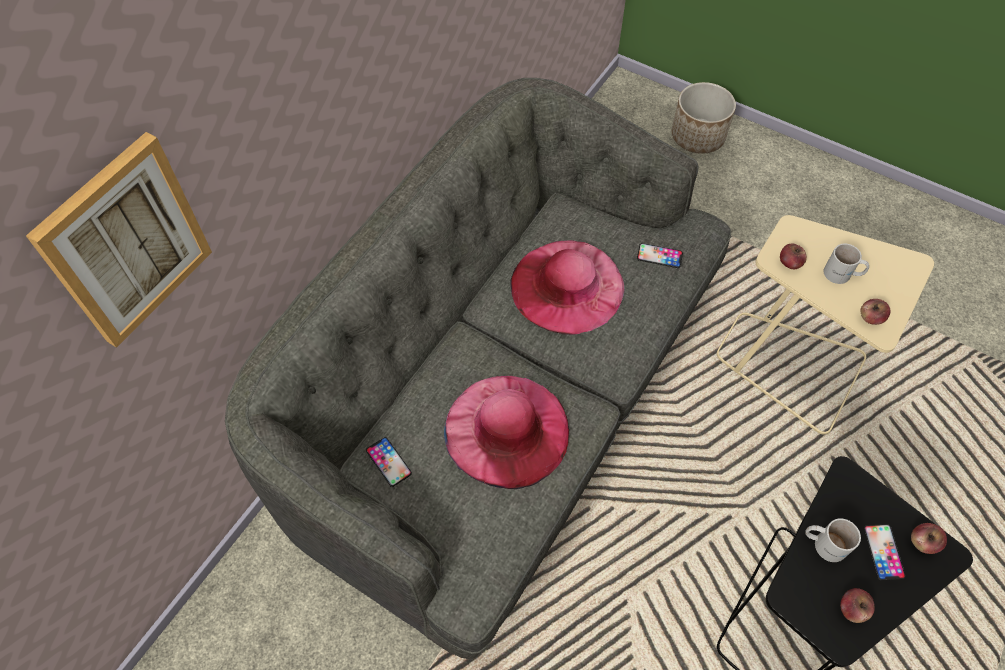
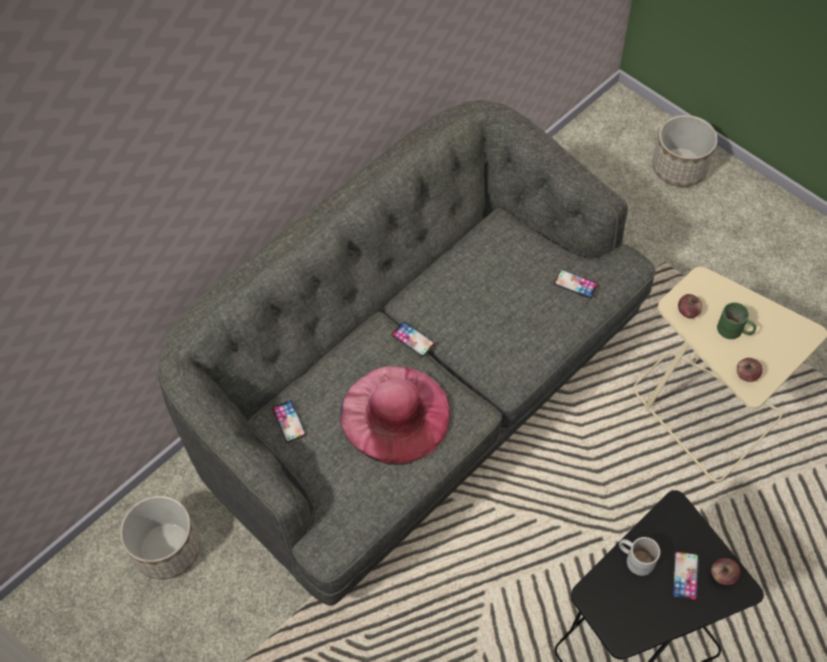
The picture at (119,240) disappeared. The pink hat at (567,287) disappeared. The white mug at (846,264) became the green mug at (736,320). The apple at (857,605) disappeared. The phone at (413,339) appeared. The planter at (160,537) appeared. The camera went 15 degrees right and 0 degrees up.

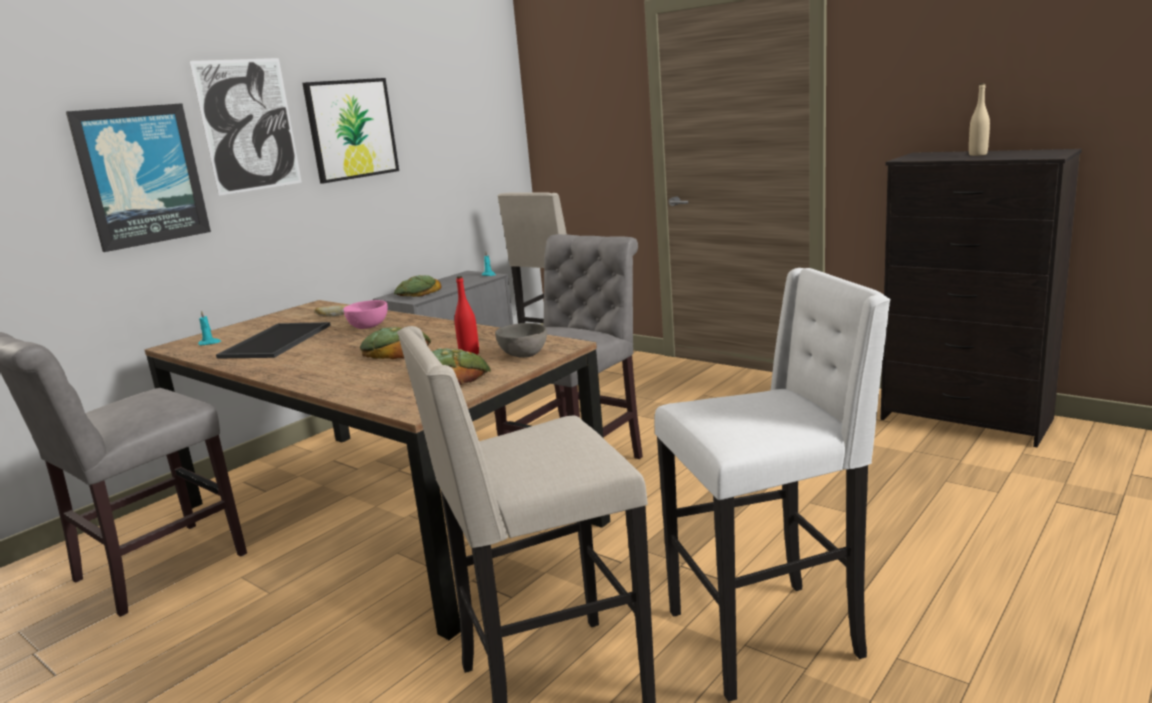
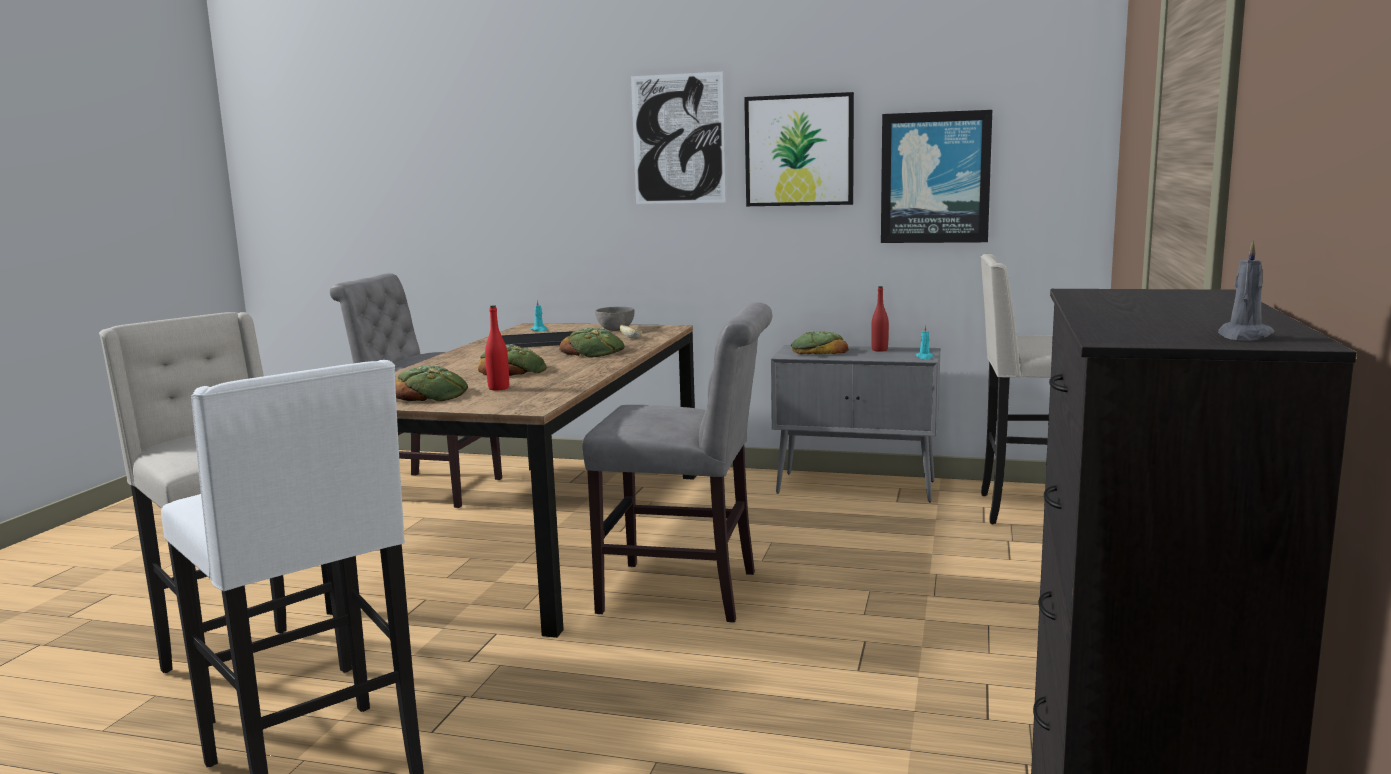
The beige bottle at (979,119) disappeared. The picture moved from (138,177) to (936,176). The pink bowl at (365,314) was replaced by the bread at (592,343). The grey bowl moved from (521,340) to (614,319). The grey candle at (1246,291) appeared. The red bottle at (880,319) appeared. The camera went 65 degrees right and 5 degrees down.

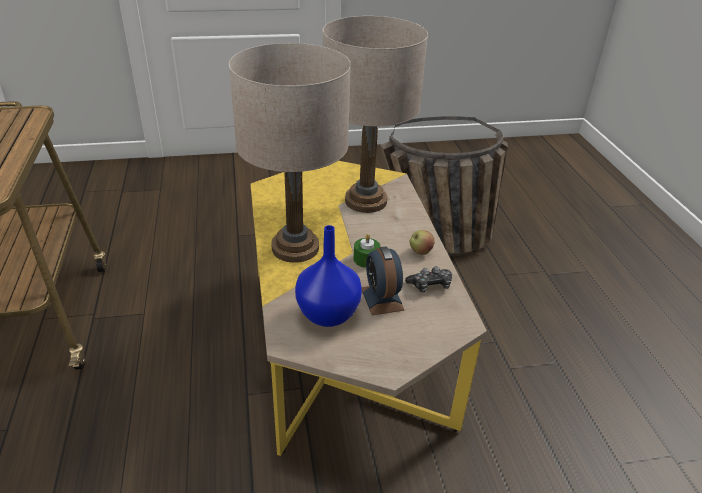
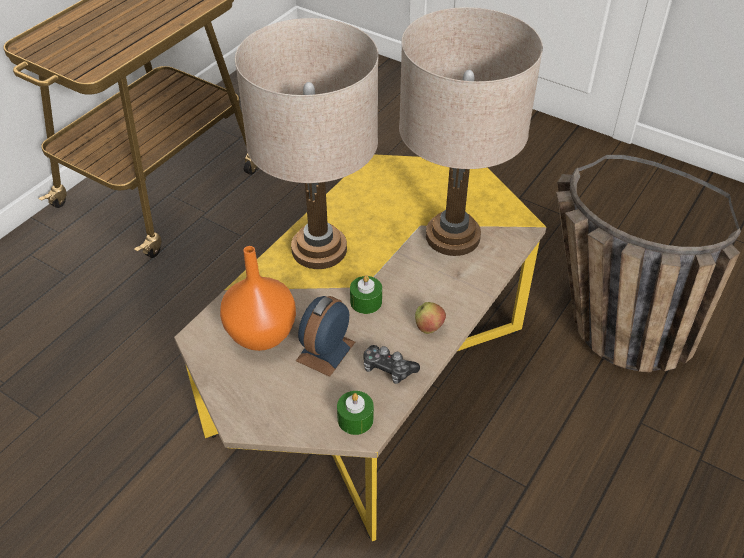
The blue vase at (328,276) became the orange vase at (258,298). The green candle at (355,413) appeared. The camera went 45 degrees right and 10 degrees up.

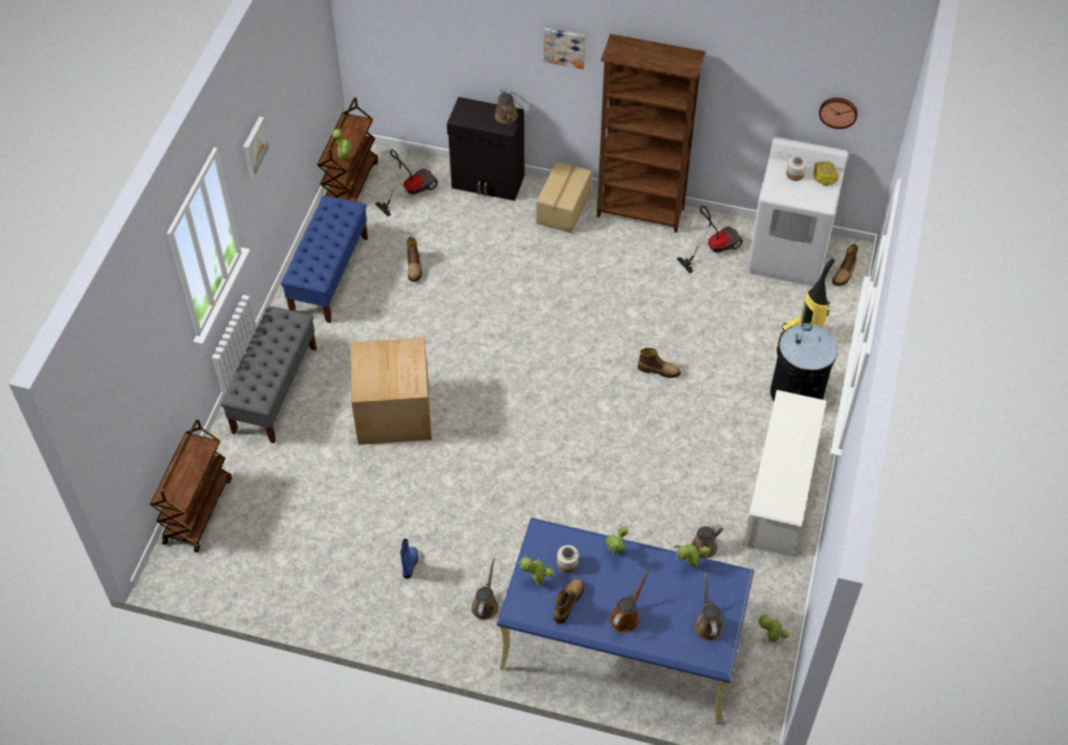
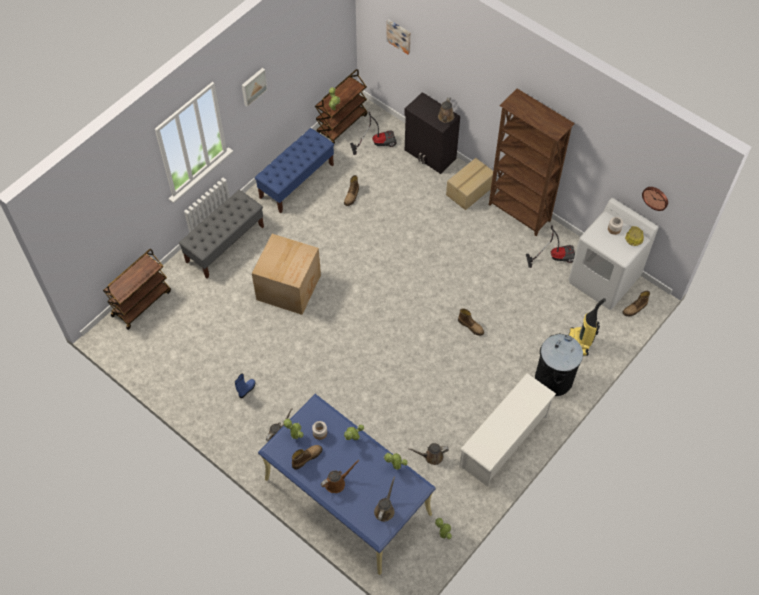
The picture moved from (564,48) to (398,36). The camera went 25 degrees right and 5 degrees up.

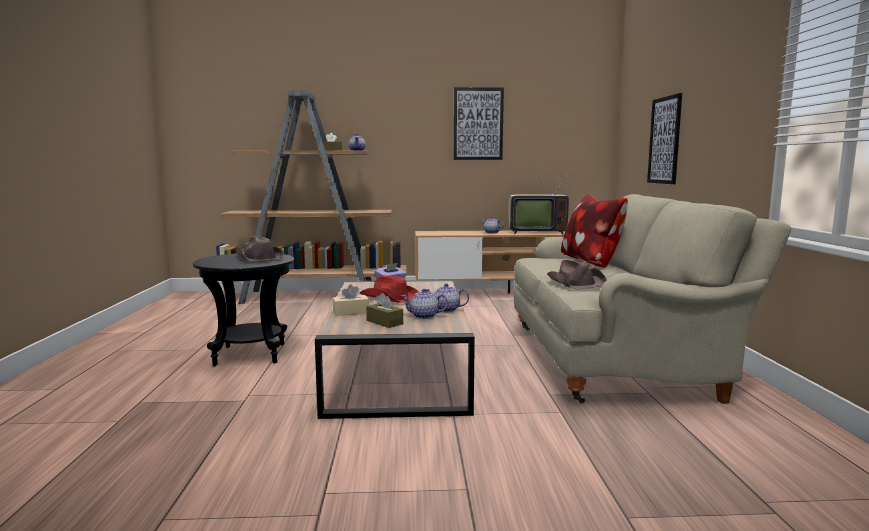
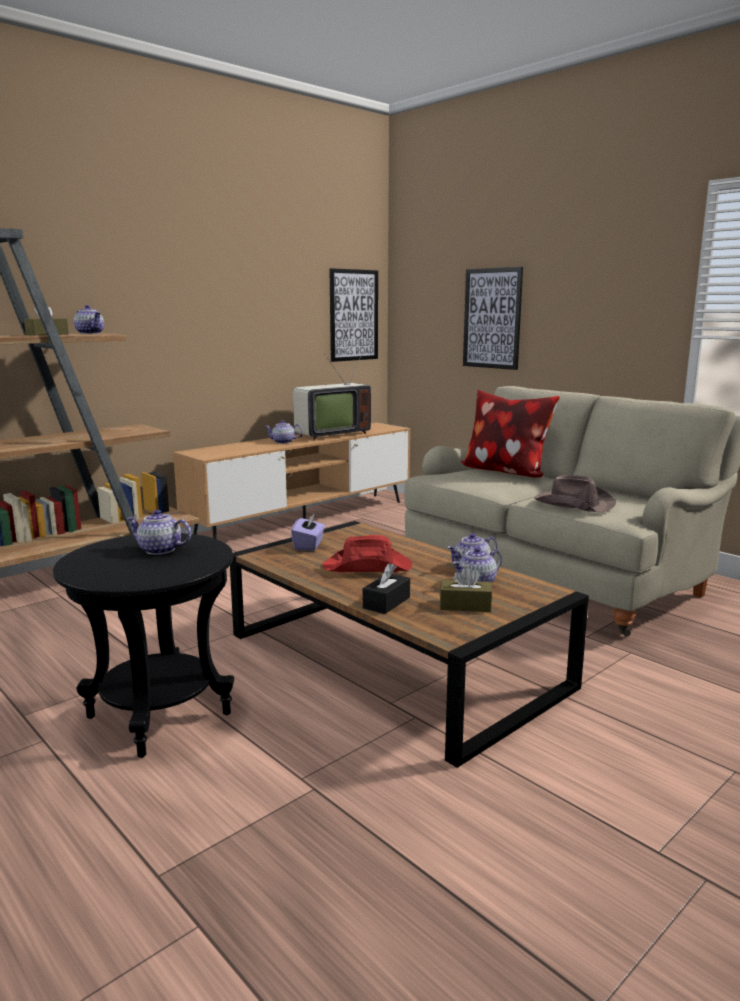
The picture moved from (478,123) to (354,315). The brown hat at (259,249) was replaced by the teapot at (158,532). The beige tissue box at (351,300) became the black tissue box at (386,588). The camera went 40 degrees left and 5 degrees up.

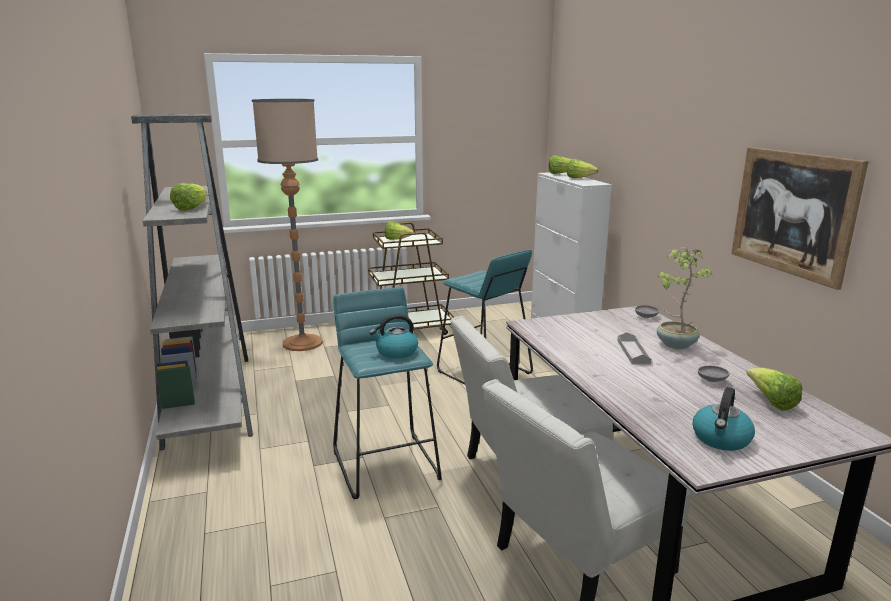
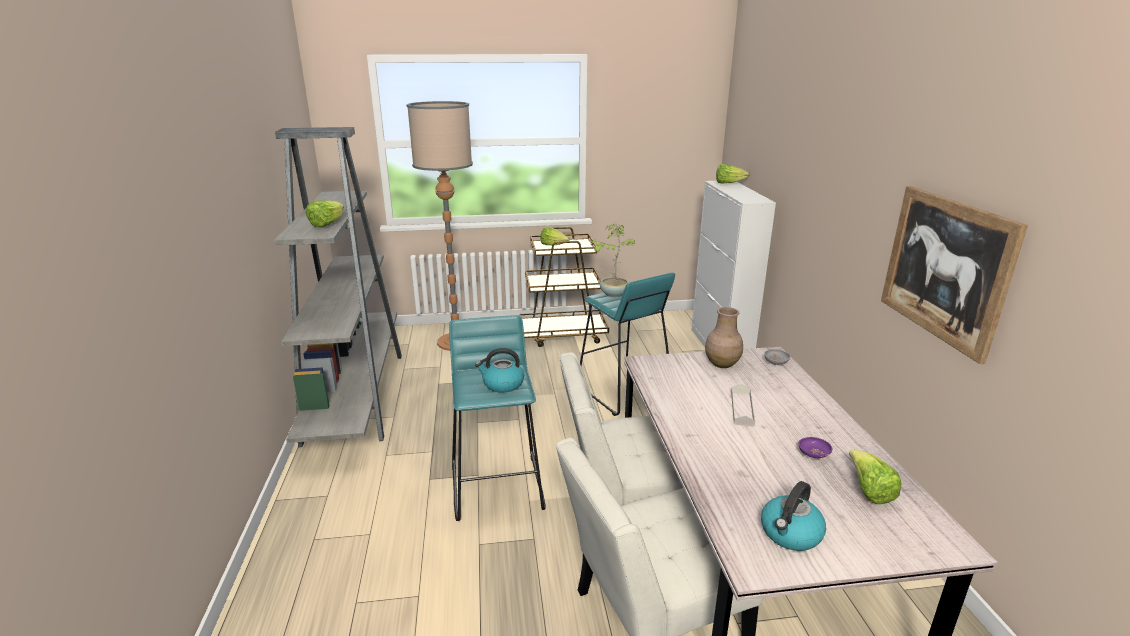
The lettuce at (583,168) disappeared. The potted plant moved from (685,298) to (613,259). The grey bowl at (713,373) became the purple bowl at (815,447). The brown vase at (724,337) appeared. The camera went 10 degrees right and 5 degrees up.

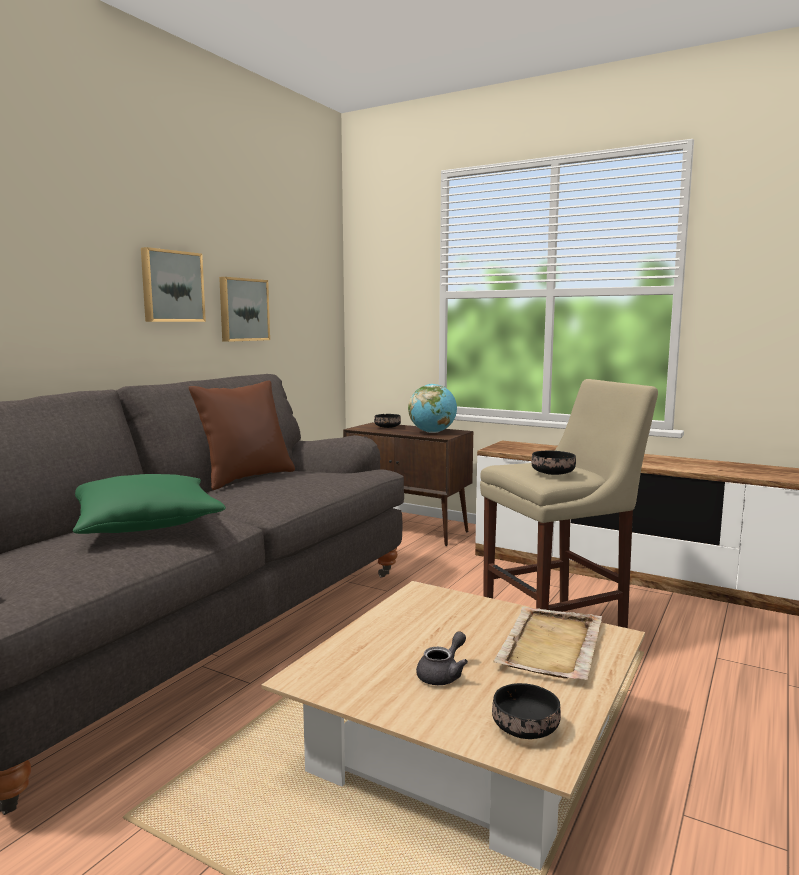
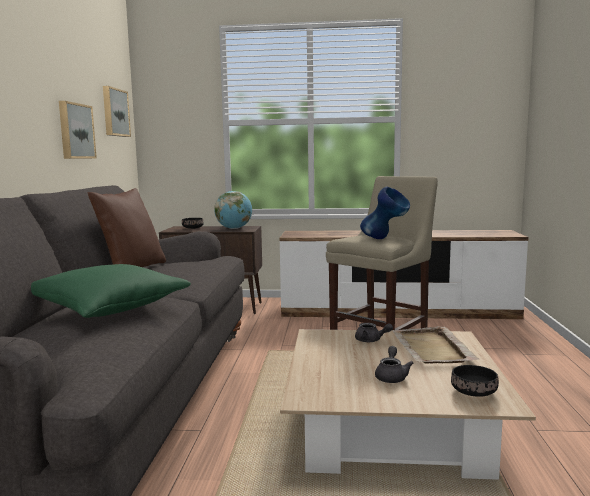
The picture moved from (173,284) to (117,111). The black bowl at (553,462) was replaced by the blue vase at (385,212). The grey teapot at (374,332) appeared. The camera went 25 degrees left and 0 degrees up.

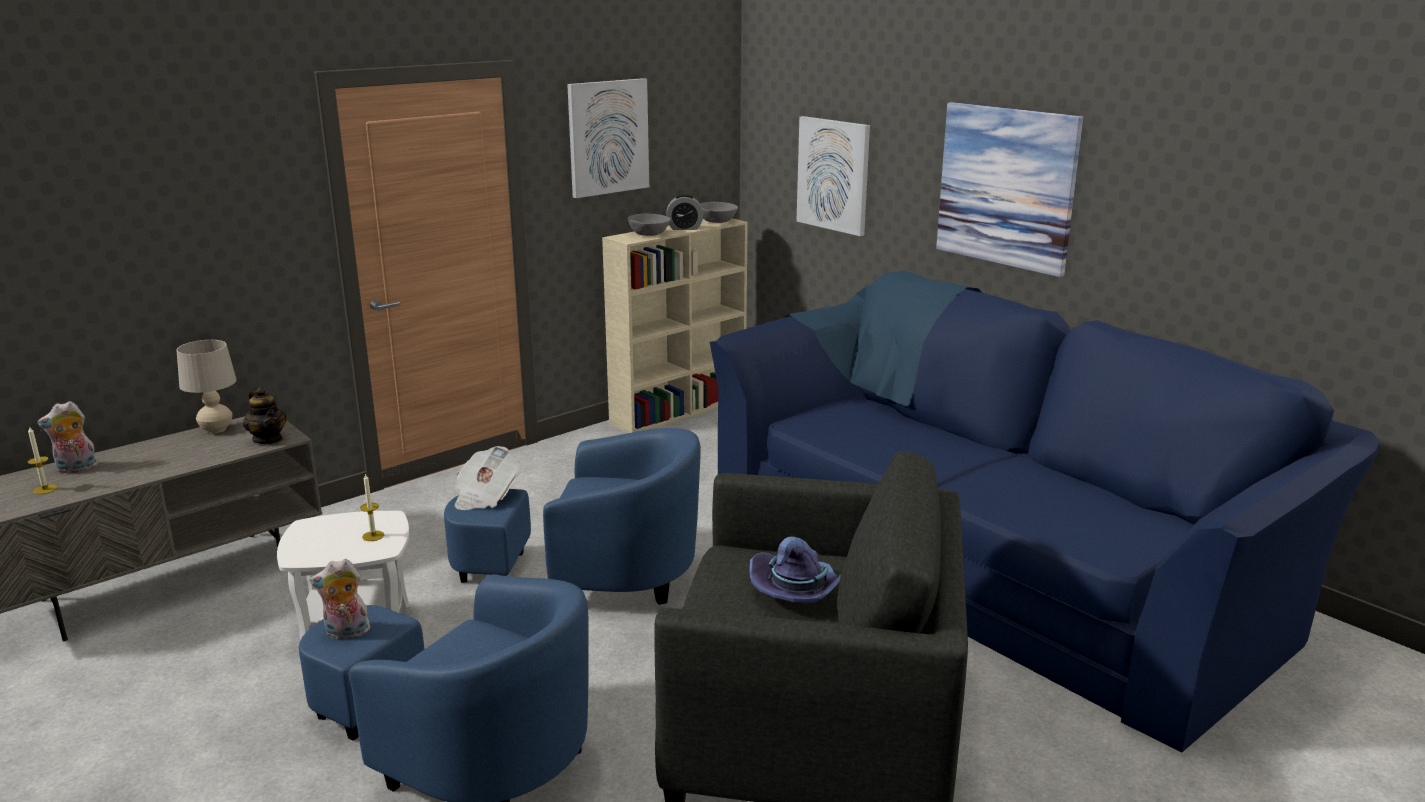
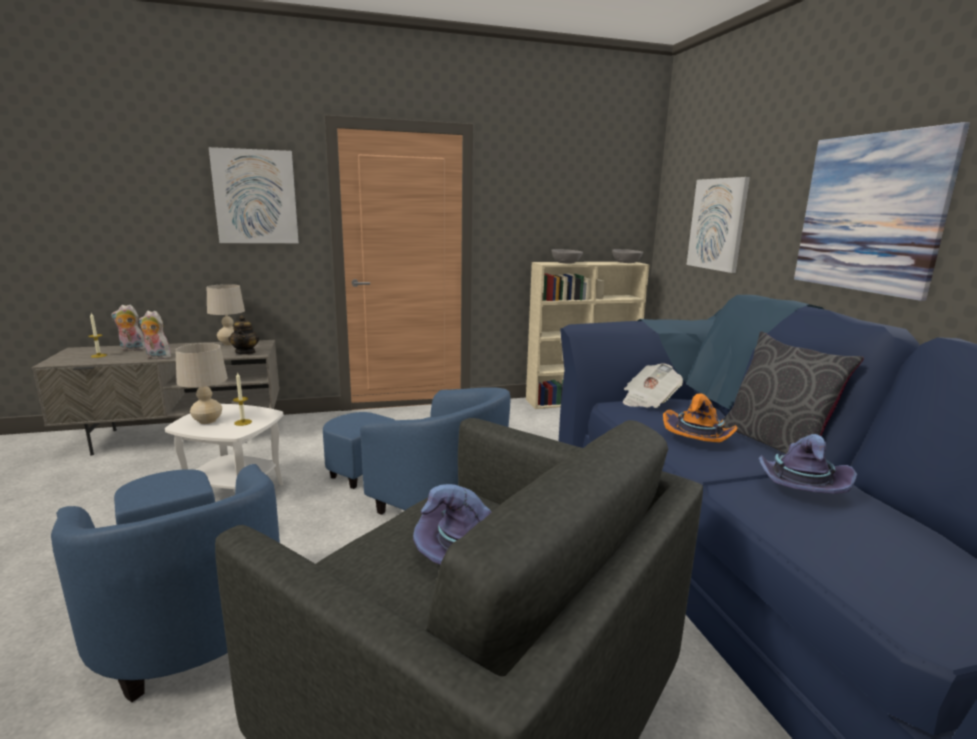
The picture moved from (608,138) to (254,195). The alarm clock at (684,212) disappeared. The newspaper moved from (487,478) to (653,385). The plush toy moved from (340,599) to (155,335). The grey pillow at (793,392) appeared. The beige table lamp at (202,383) appeared. The orange hat at (700,418) appeared. The purple hat at (808,464) appeared. The camera went 25 degrees right and 5 degrees down.

